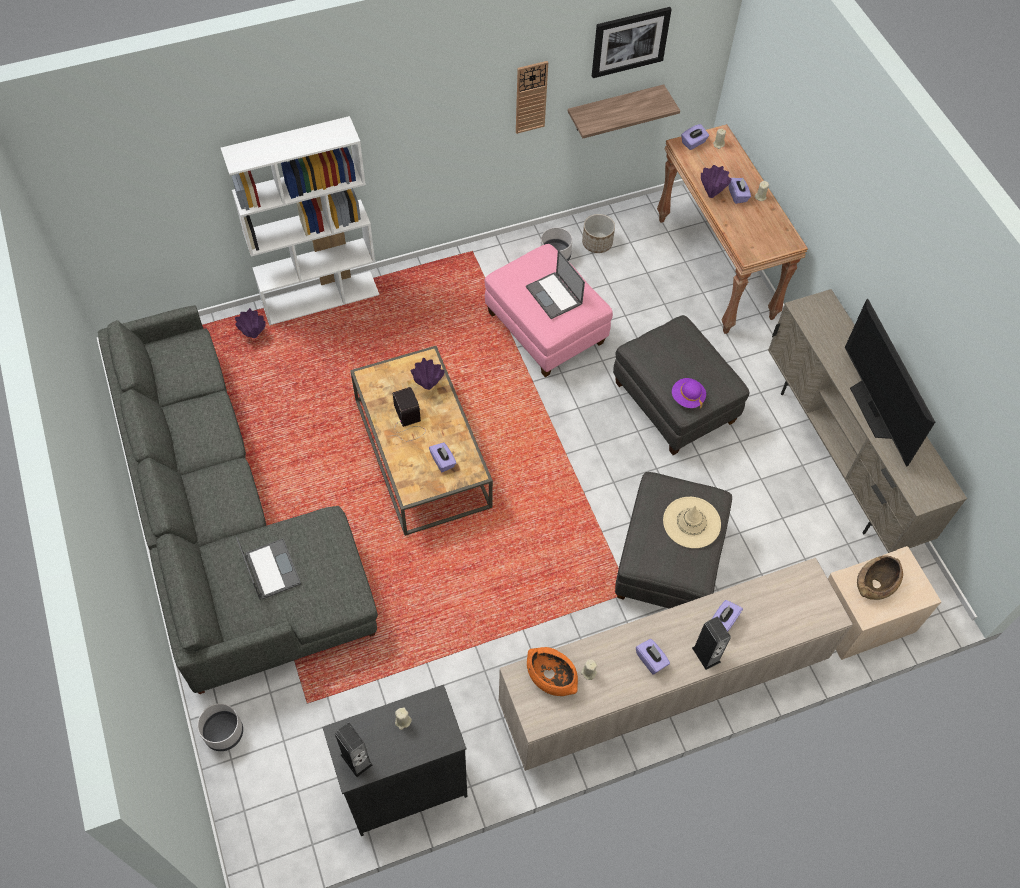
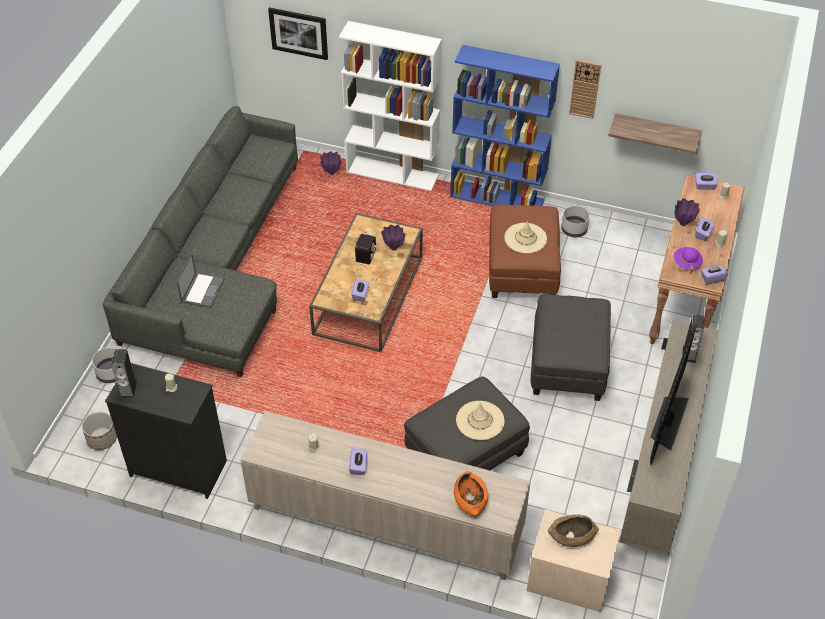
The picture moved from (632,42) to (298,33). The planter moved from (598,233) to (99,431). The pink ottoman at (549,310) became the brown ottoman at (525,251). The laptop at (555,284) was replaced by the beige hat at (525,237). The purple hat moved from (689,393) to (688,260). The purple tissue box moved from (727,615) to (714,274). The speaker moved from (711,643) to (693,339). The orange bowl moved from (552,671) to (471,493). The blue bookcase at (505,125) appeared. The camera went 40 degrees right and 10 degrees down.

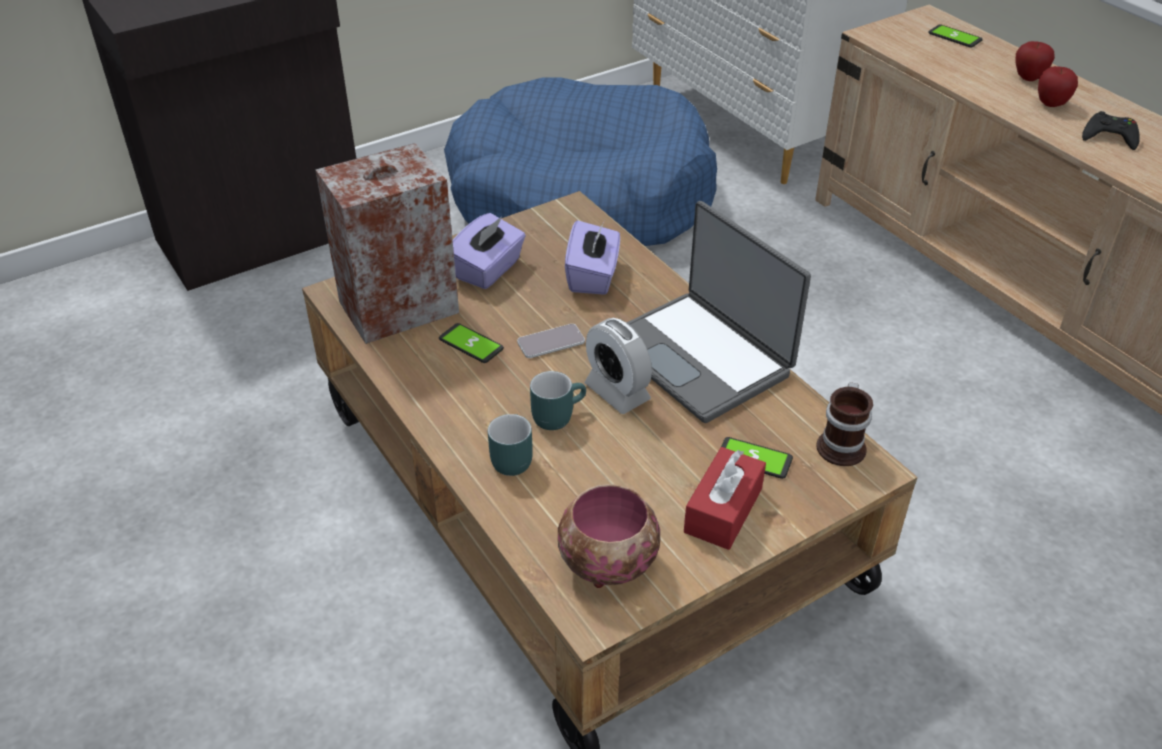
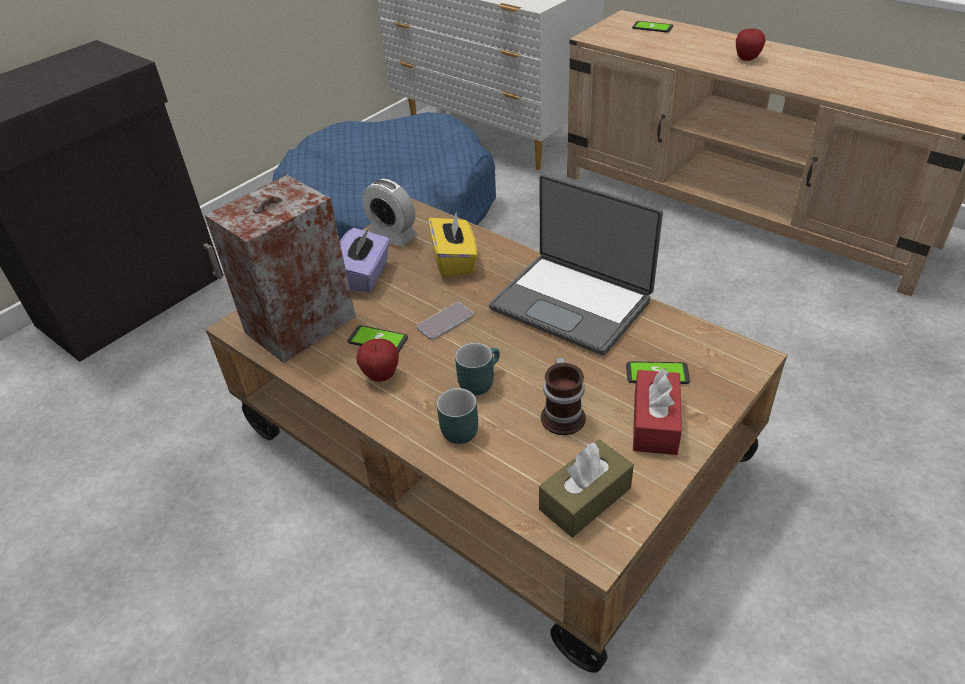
The apple moved from (1035,61) to (377,360). The black game controller at (1111,130) disappeared. The purple tissue box at (592,257) became the yellow tissue box at (453,243). The alarm clock moved from (618,366) to (389,213). The mug moved from (844,424) to (563,396). The bowl at (609,536) was replaced by the brown tissue box at (586,488). The camera went 15 degrees left and 0 degrees up.

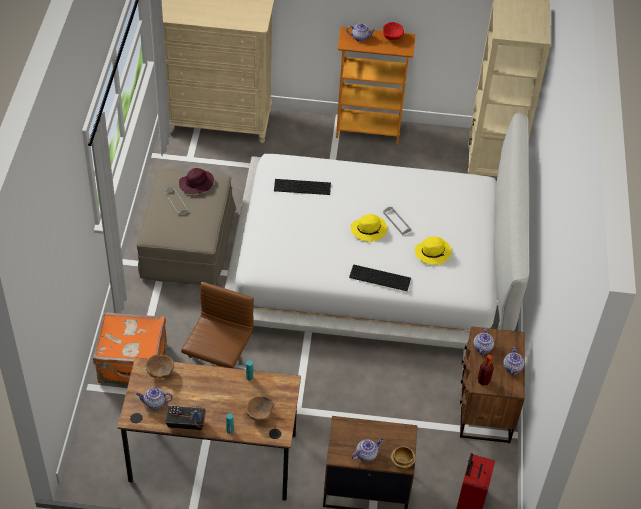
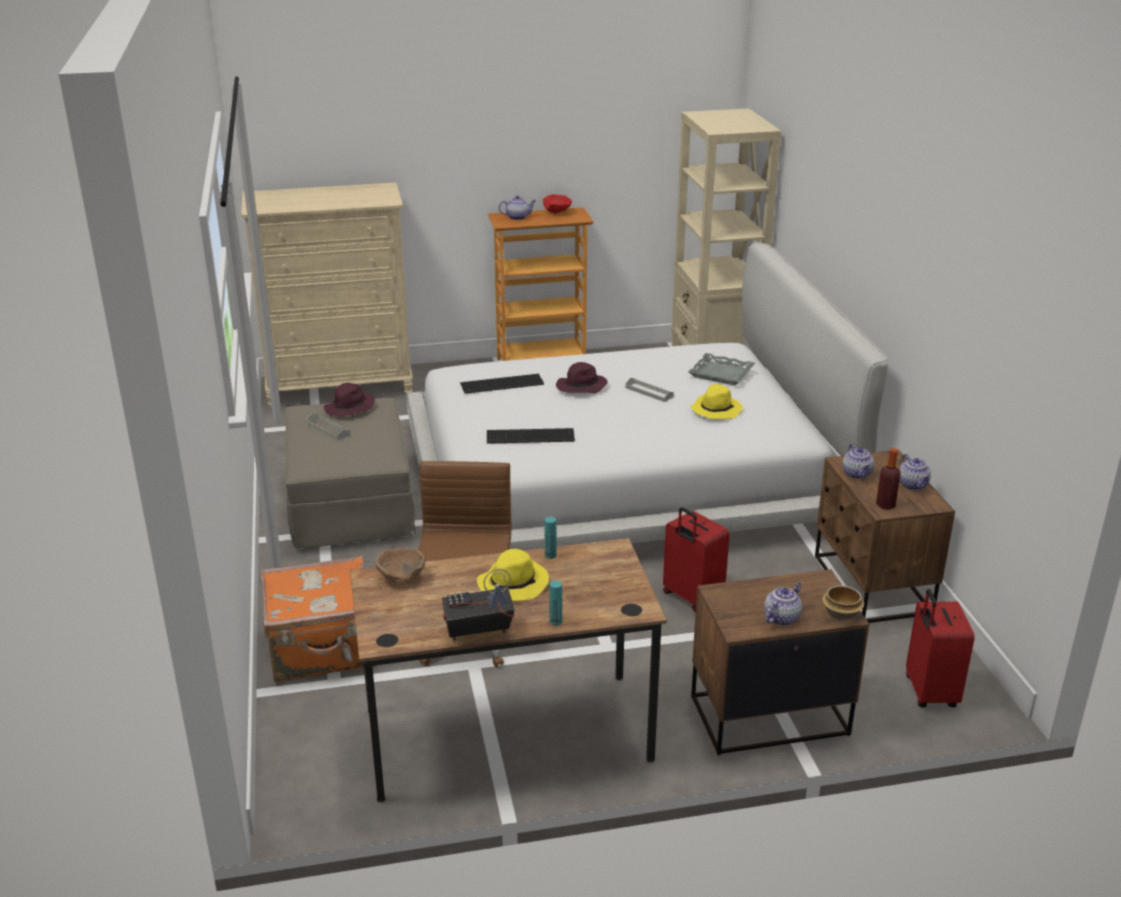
The yellow hat moved from (369,228) to (513,575). The keyboard moved from (380,278) to (531,436). The teapot at (154,398) disappeared. The brown bowl at (260,408) disappeared. The grey tray at (721,369) appeared. The purple hat at (582,378) appeared. The red suitcase at (696,559) appeared. The camera went 15 degrees left and 20 degrees down.

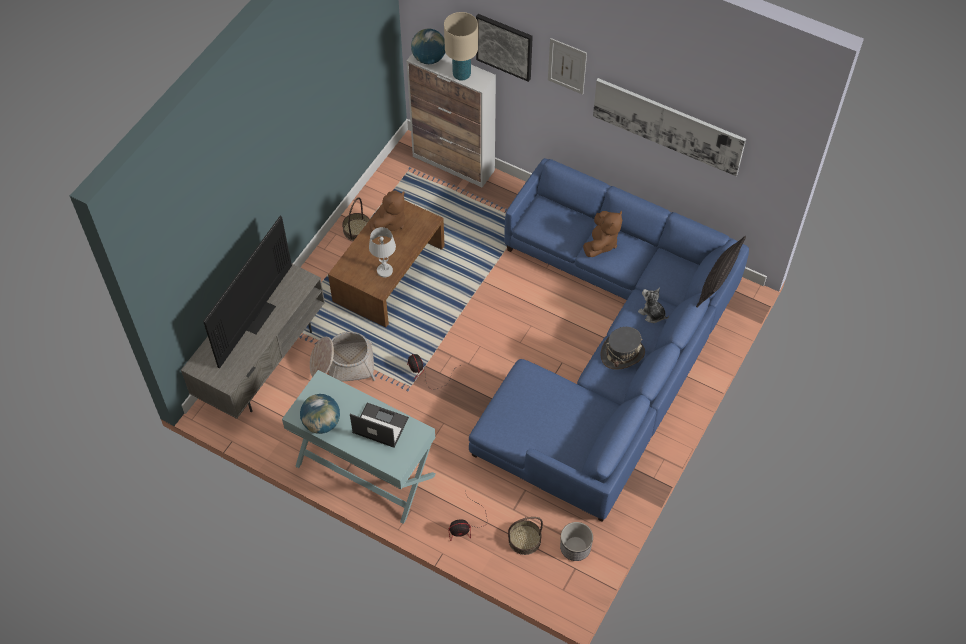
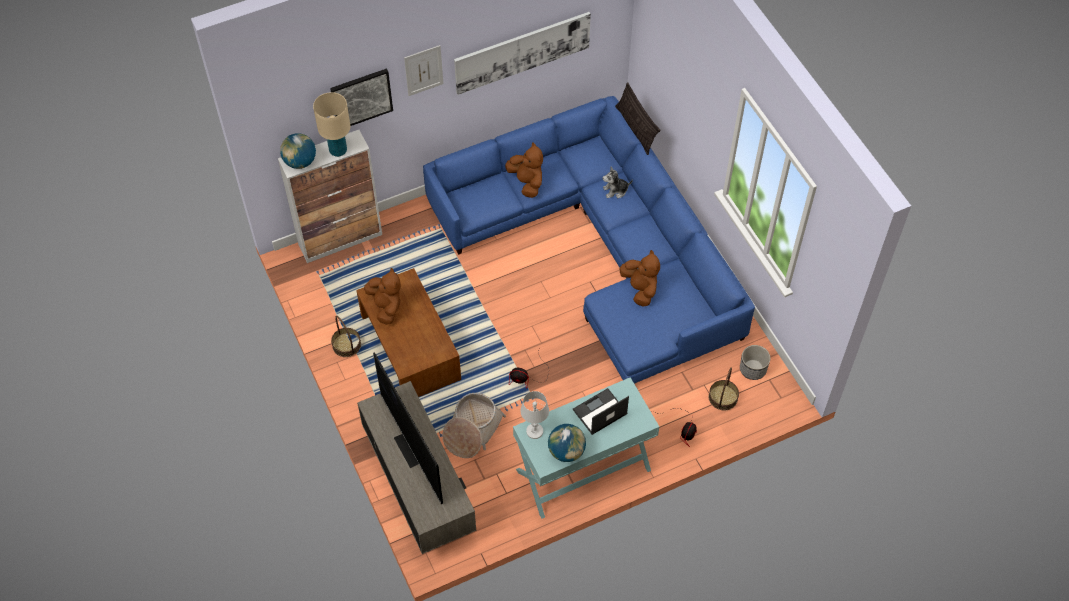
The white table lamp moved from (382,252) to (534,415). The grey hat at (623,348) disappeared. The brown plush toy at (640,278) appeared. The camera went 55 degrees left and 0 degrees up.

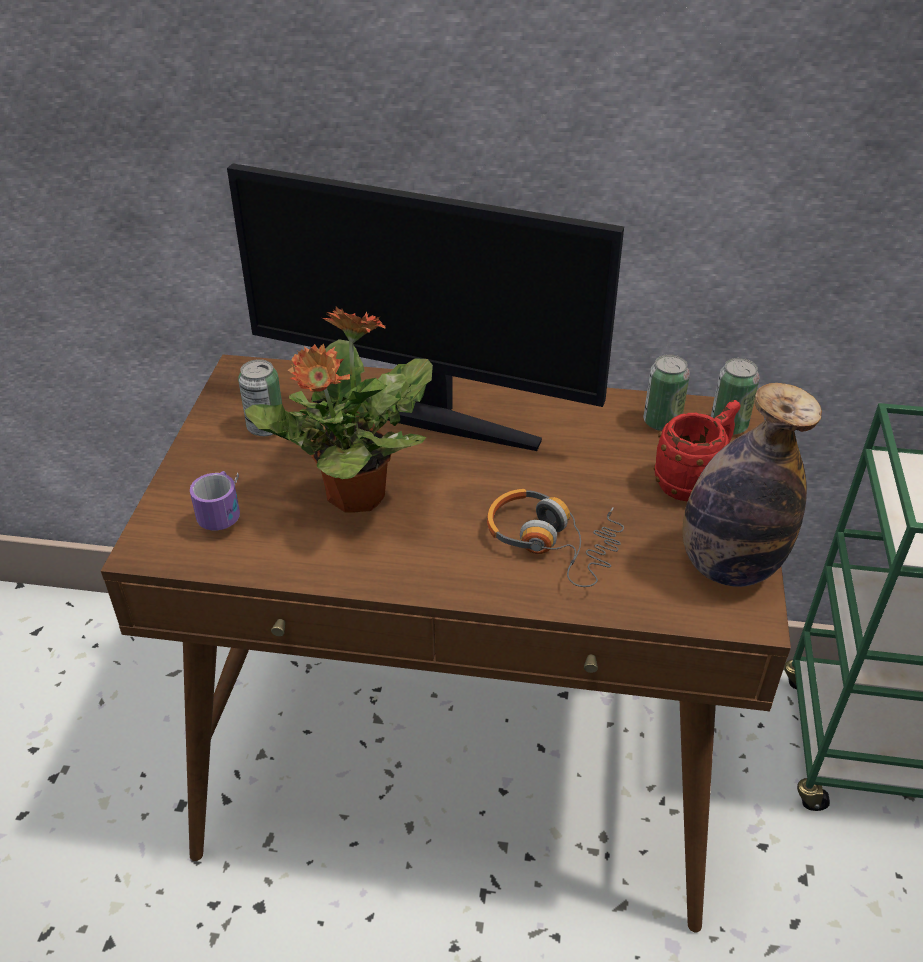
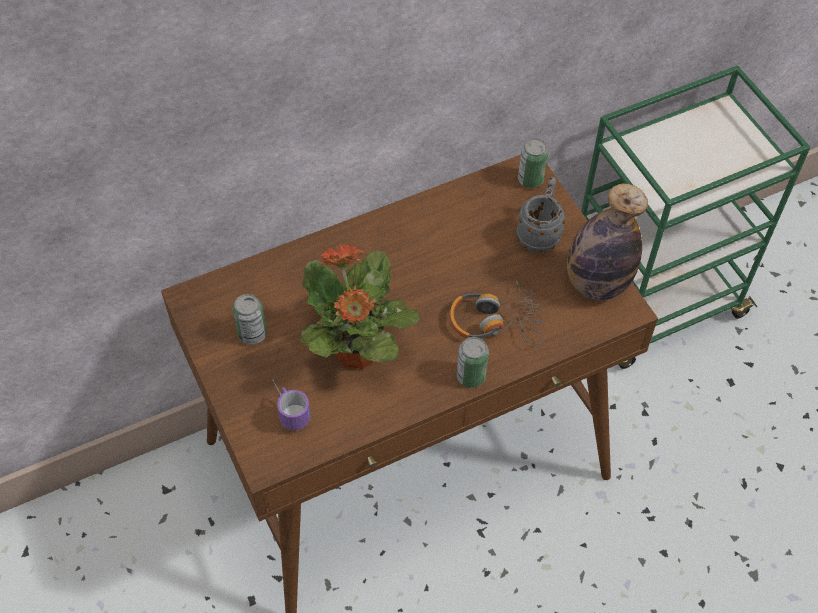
The monitor at (425,307) disappeared. The can moved from (666,392) to (473,362). The red mug at (697,450) became the grey mug at (540,215). The camera went 35 degrees left and 15 degrees up.

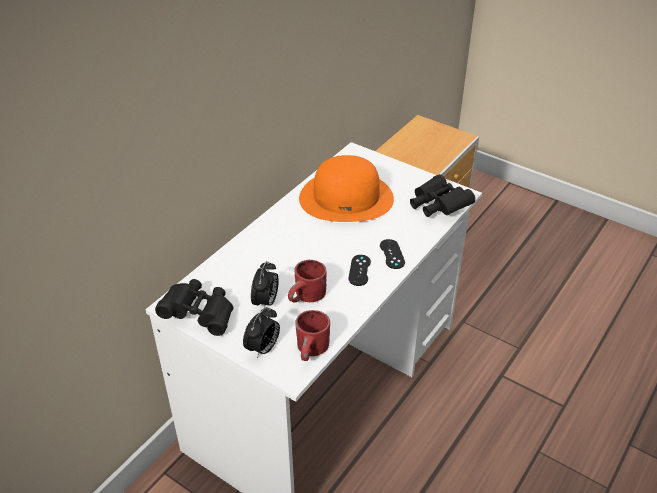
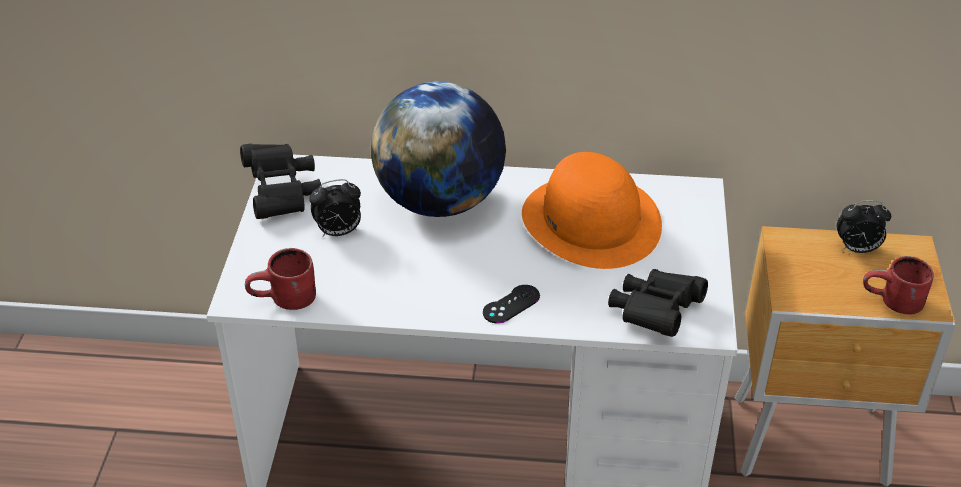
The black game controller at (359,270) disappeared. The red mug moved from (307,281) to (898,285). The alarm clock moved from (261,332) to (864,226). The globe at (438,149) appeared. The camera went 60 degrees right and 0 degrees up.

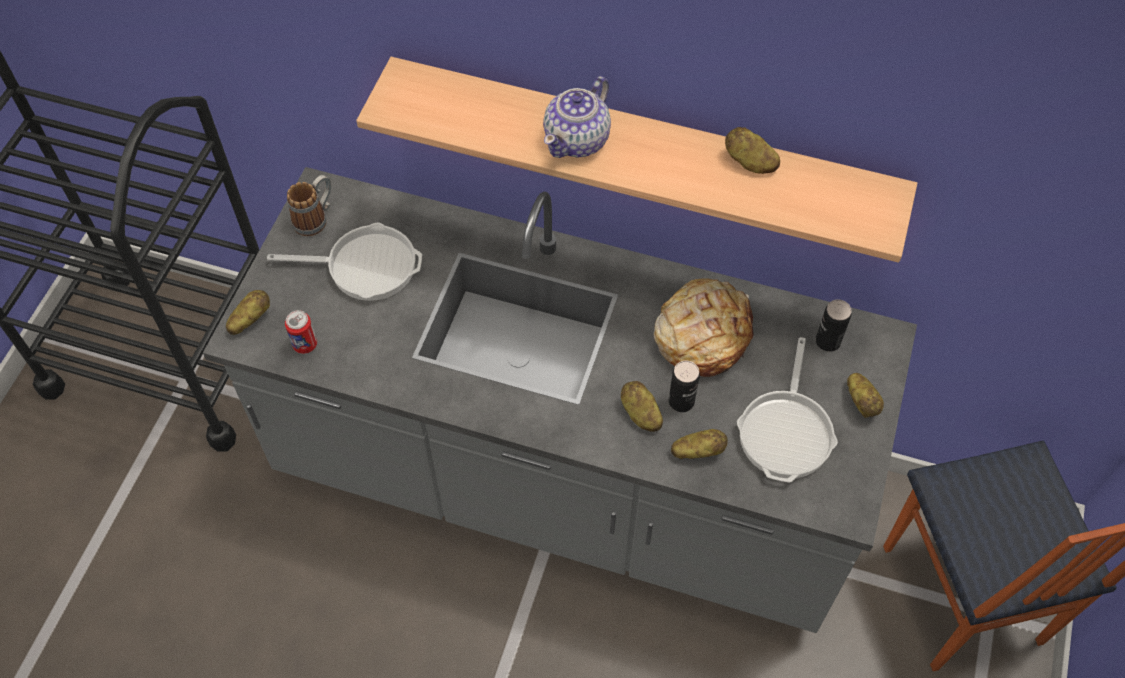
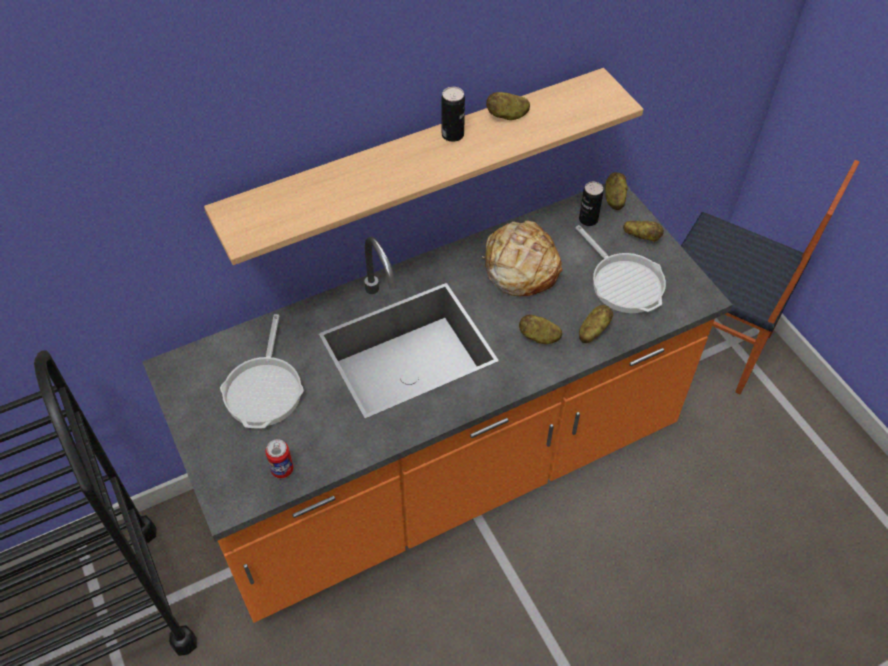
The teapot at (577,117) disappeared. The grey counter at (560,400) became the orange counter at (438,403). The mug at (309,205) disappeared. The frying pan at (344,261) turned 135 degrees clockwise. The potato moved from (248,312) to (616,191). The can moved from (684,386) to (453,114). The camera went 45 degrees left and 5 degrees down.

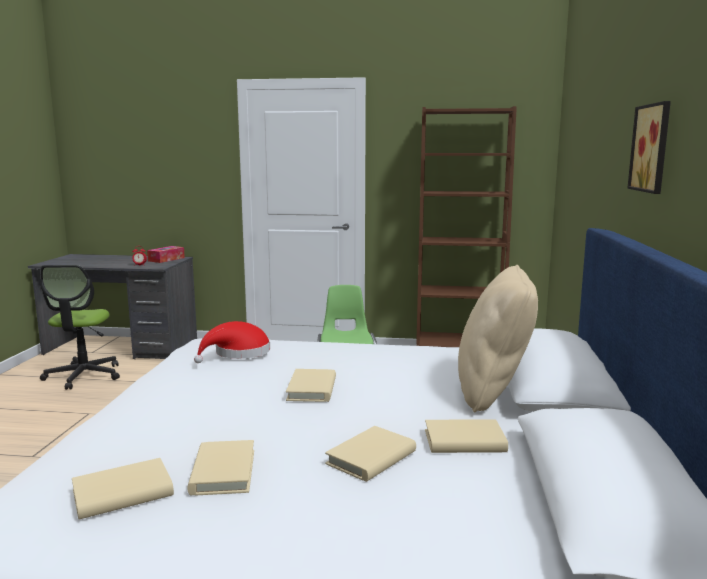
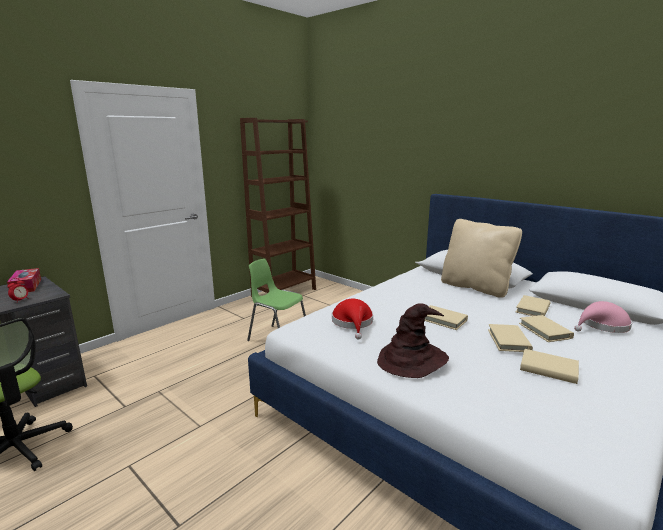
The picture at (649,147) disappeared. The beige book moved from (123,488) to (510,338). The pink hat at (603,317) appeared. The brown hat at (413,340) appeared. The camera went 55 degrees left and 5 degrees up.

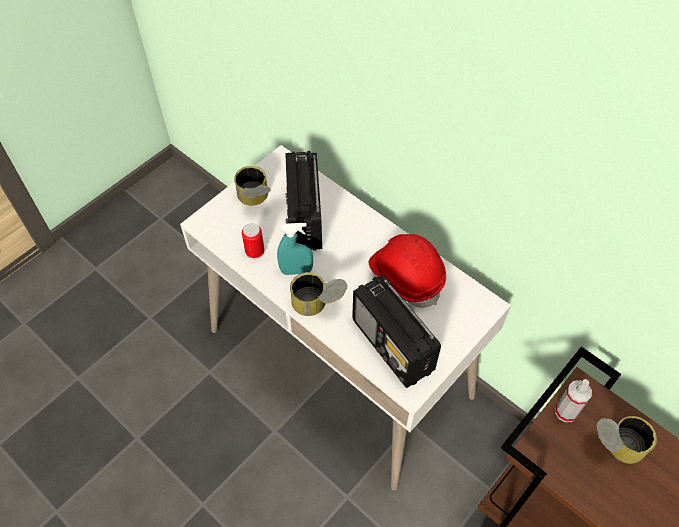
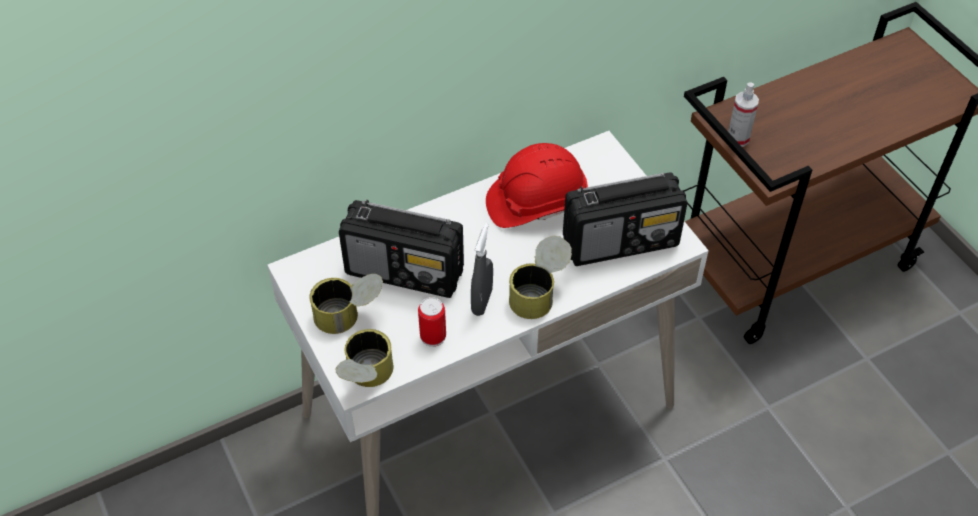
The turquoise spray bottle at (295,249) became the grey spray bottle at (482,269). The can moved from (626,440) to (364,358). The camera went 70 degrees left and 5 degrees down.

